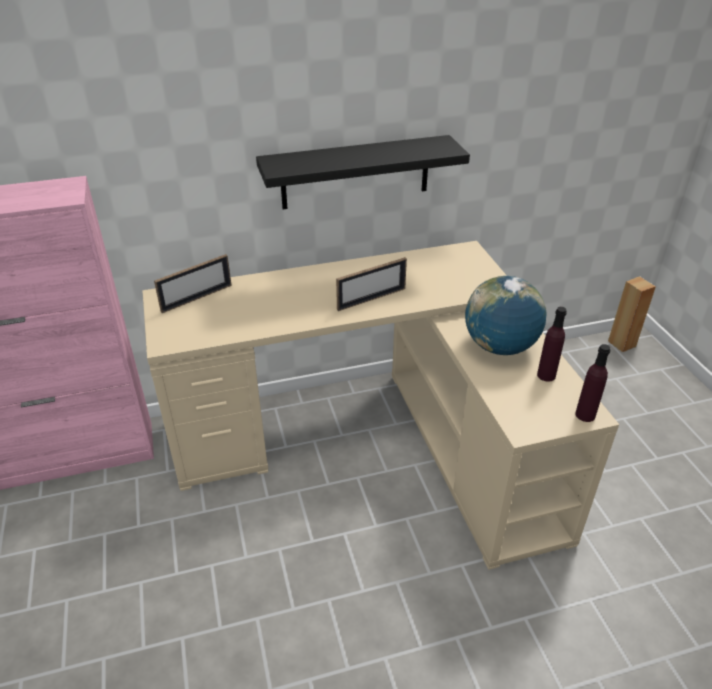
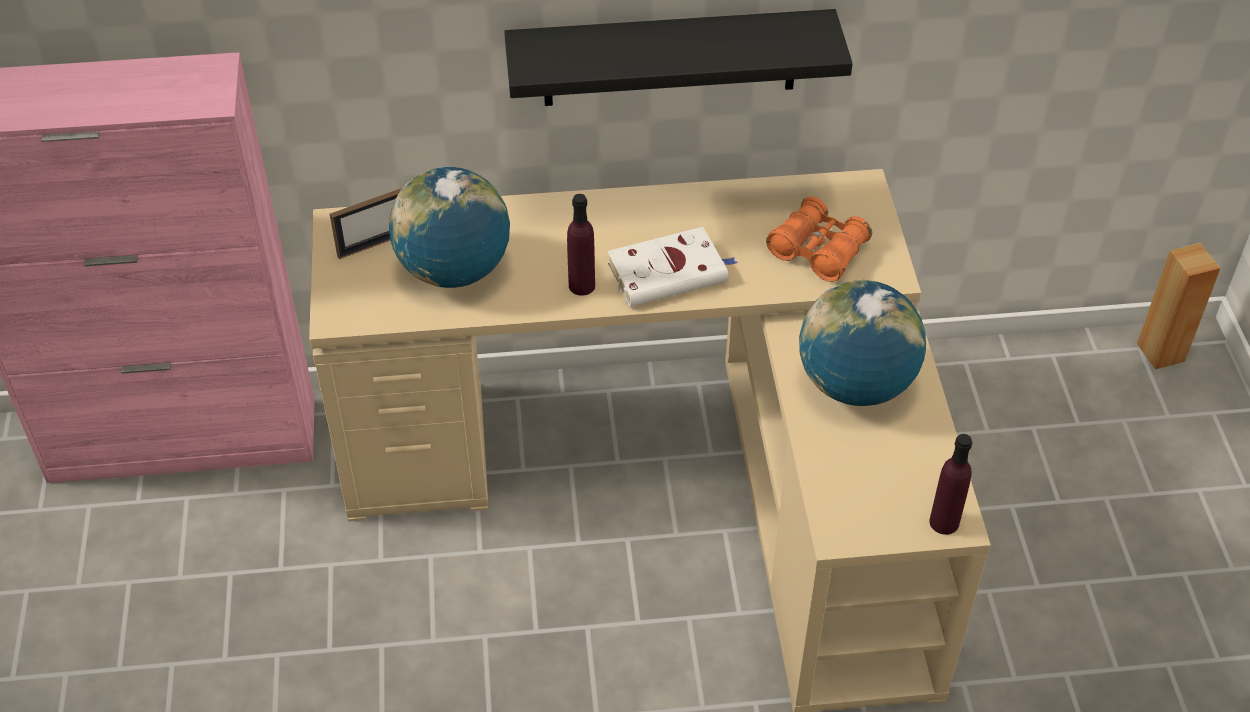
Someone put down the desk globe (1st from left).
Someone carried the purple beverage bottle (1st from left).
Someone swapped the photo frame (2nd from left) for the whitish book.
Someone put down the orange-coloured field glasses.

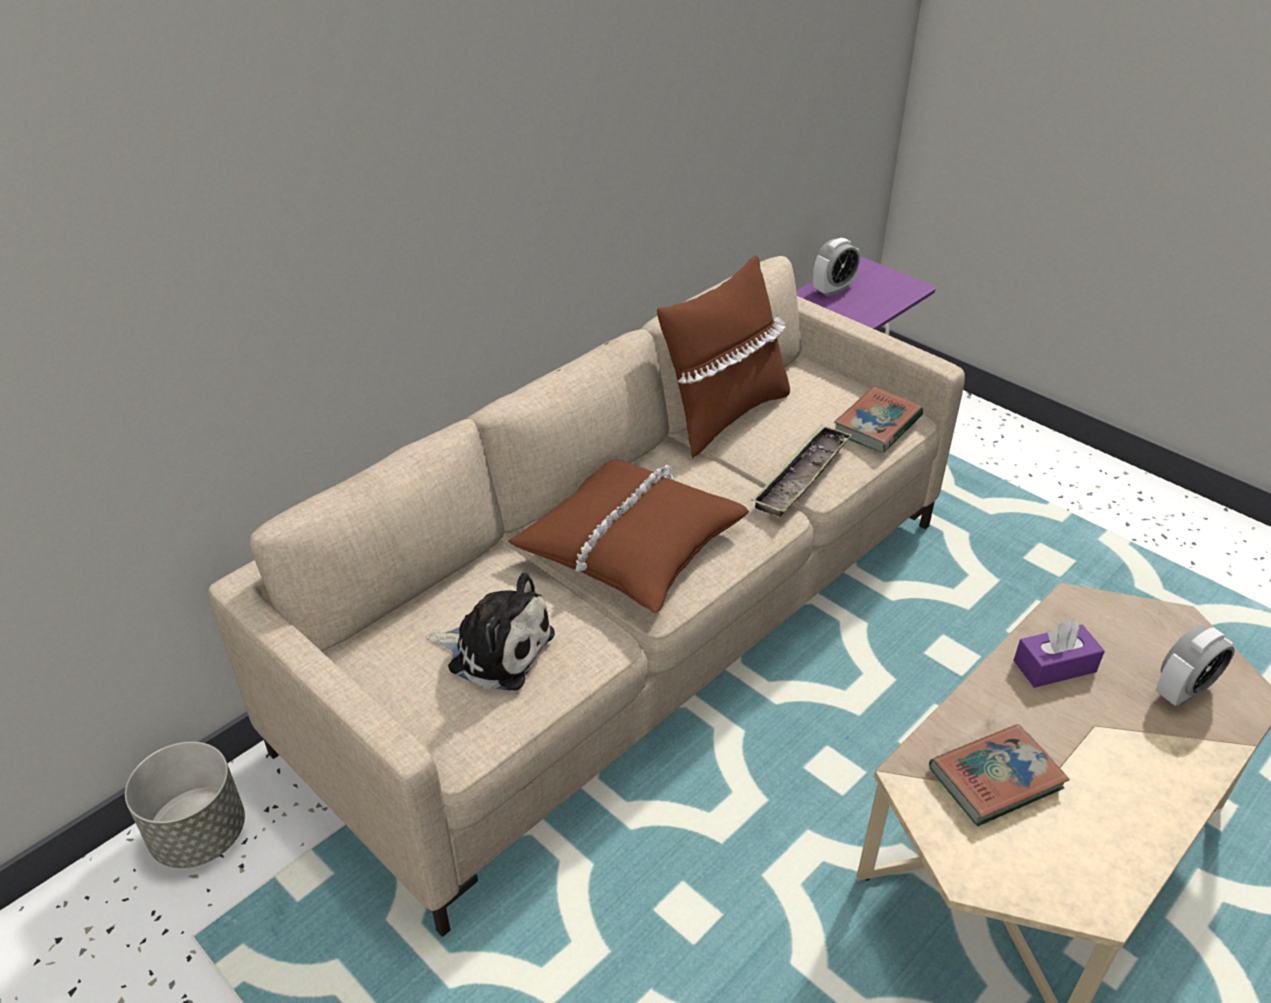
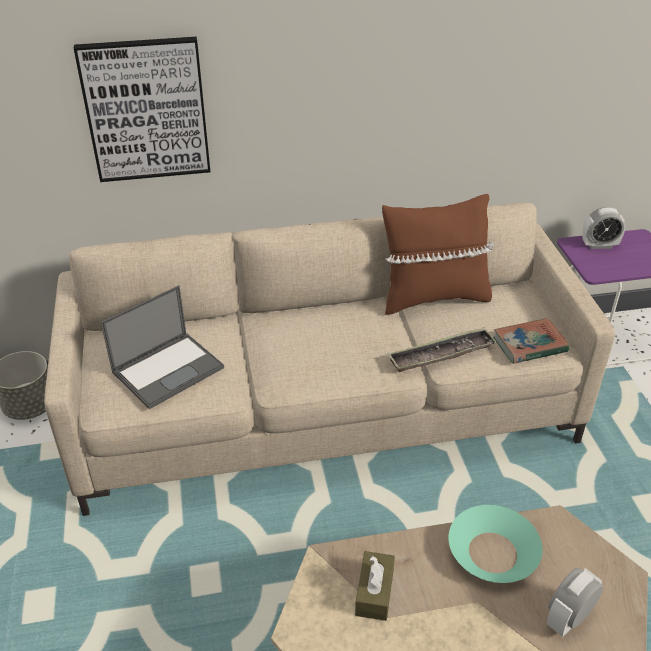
Someone put up the wall art.
Someone swapped the soft toy for the portable computer.
Someone swapped the book (2nd from left) for the brown-coloured tissue box.
Someone swapped the purple tissue box for the blue-green bowl.
Someone rotated the bedside clock (2nd from left in the first image) by 135 degrees clockwise.
Someone took away the brown-coloured cushion (1st from left).

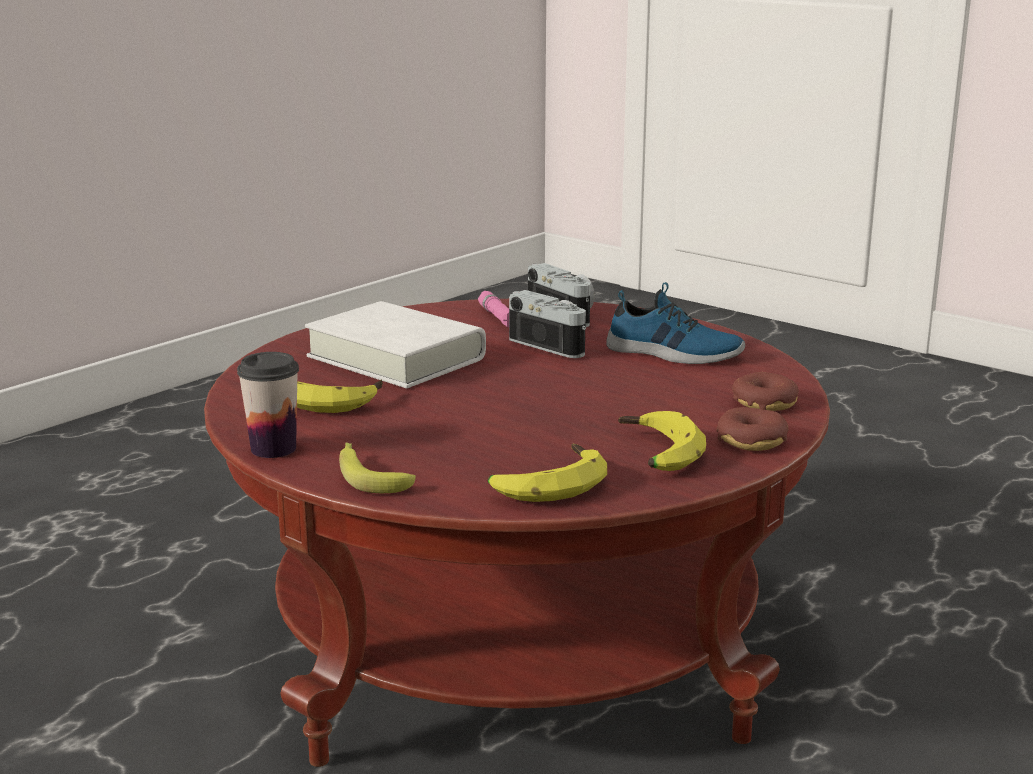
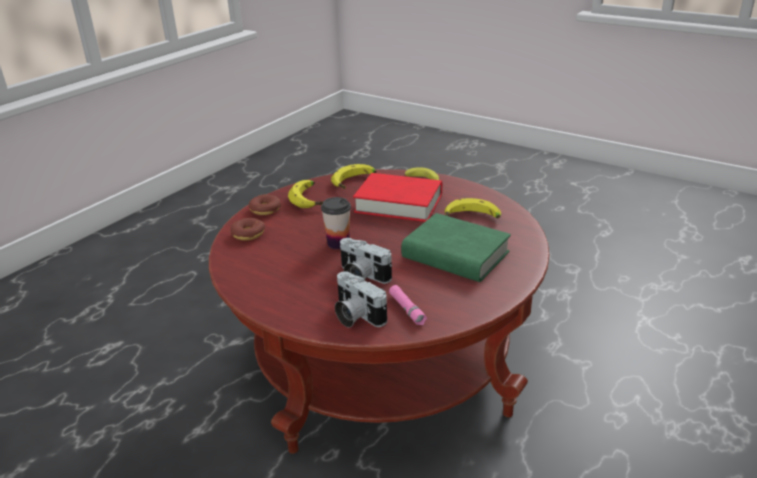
Someone carried the small cup.
Someone put down the reddish book.
Someone repainted the whitish book, which became the green book.
Someone took away the item of footwear.

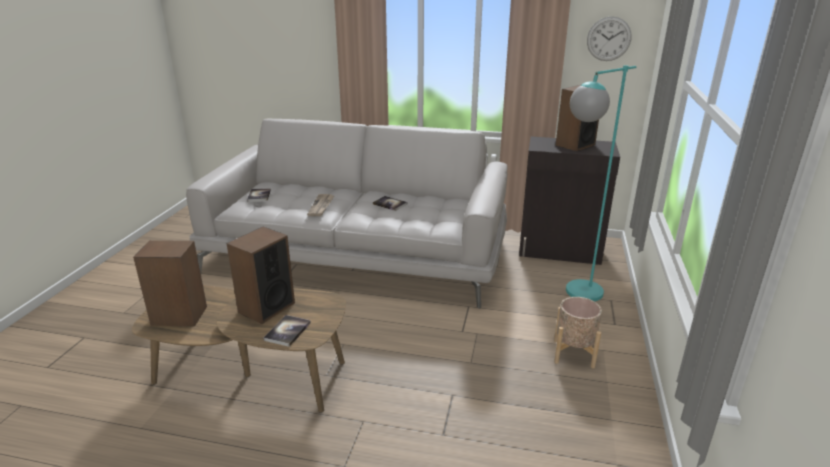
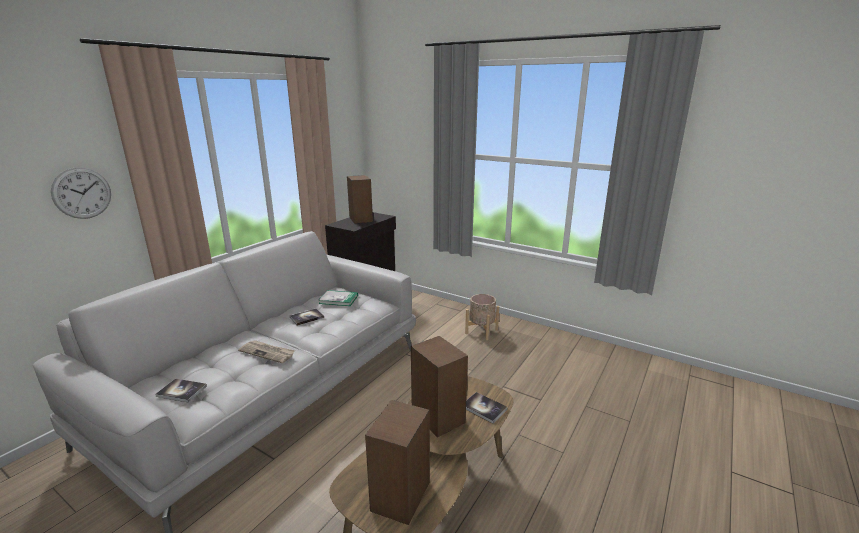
Someone carried the wall clock.
Someone put down the book (3rd from left).
Someone took away the blue-green floor lamp.

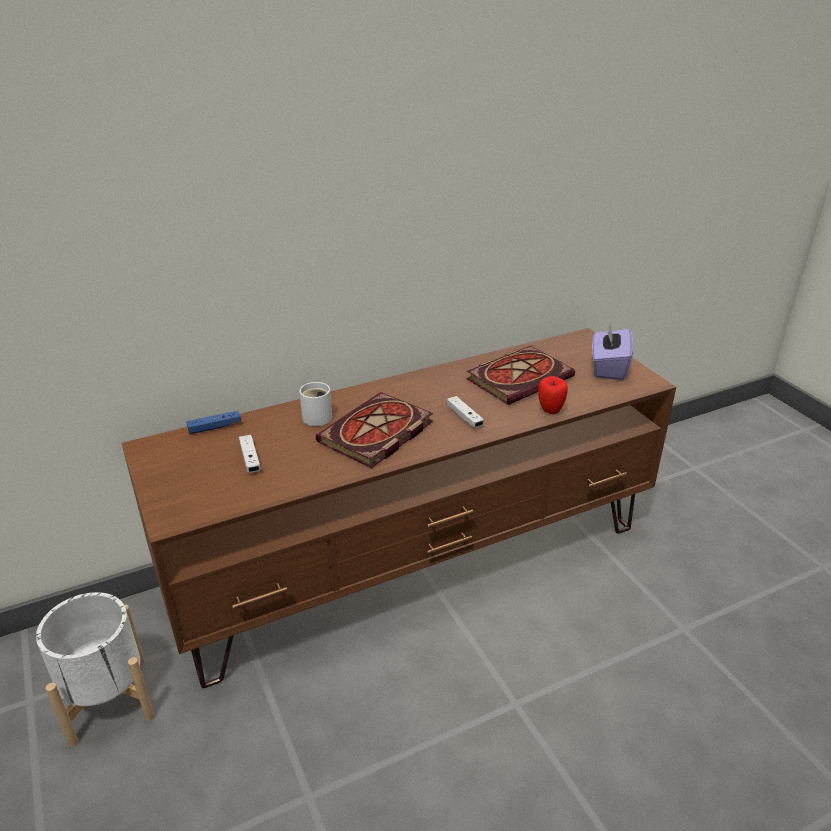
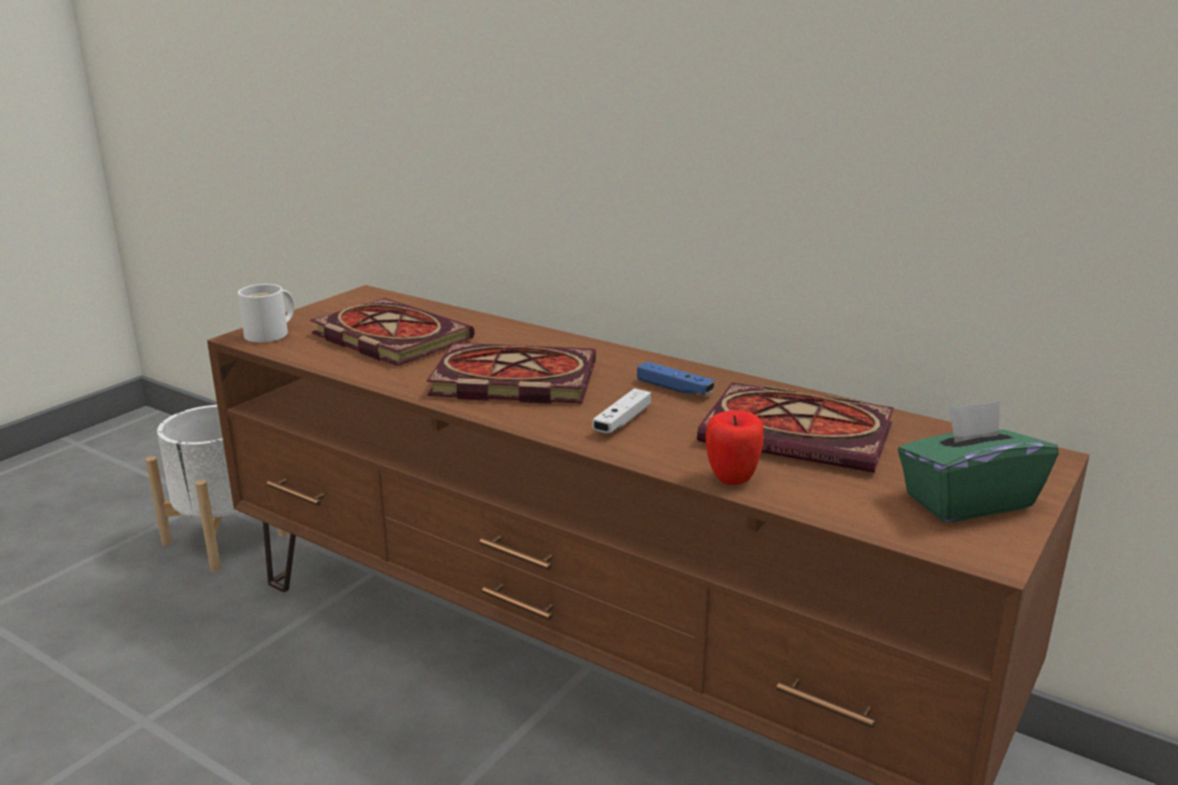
Someone carried the whitish mug.
Someone swapped the whitish game controller (1st from left) for the book (1st from left).
Someone carried the blue-coloured game controller.
Someone repainted the purple tissue box, which became the green tissue box.

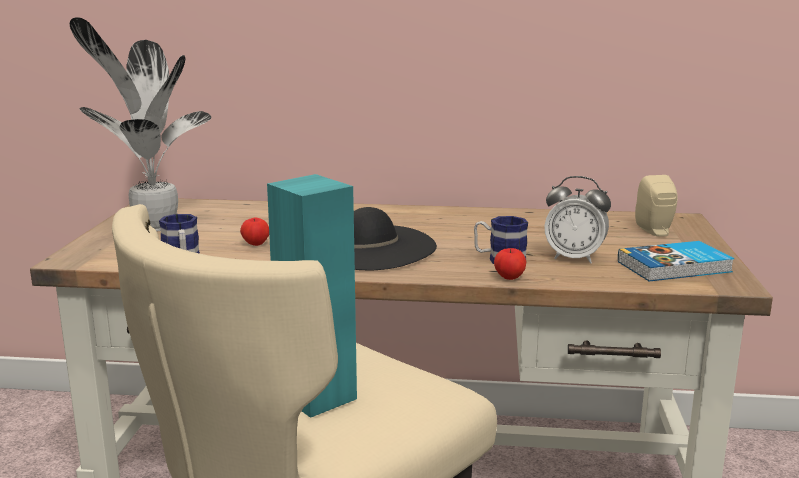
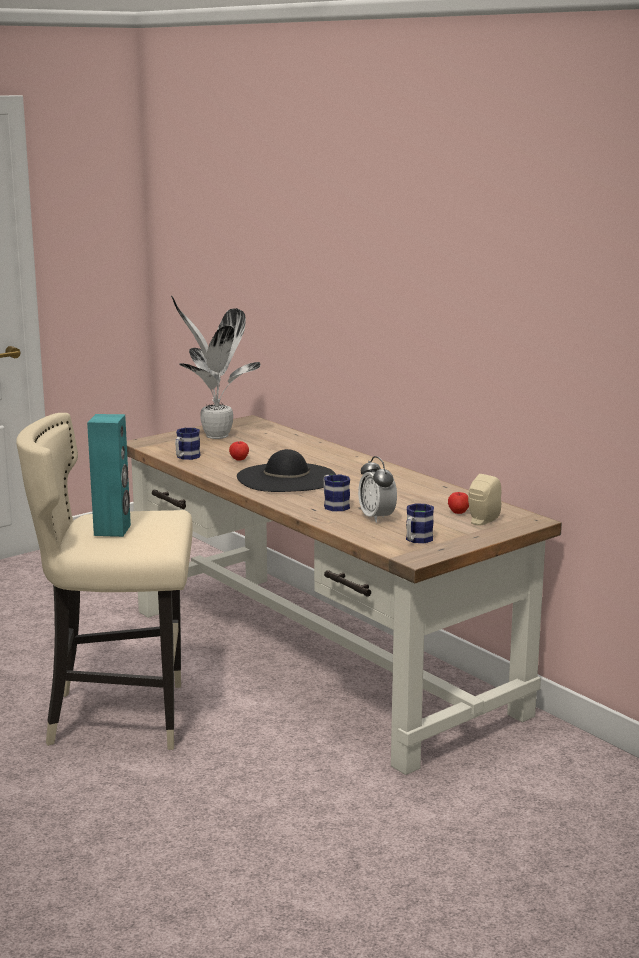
Someone swapped the book for the mug (3rd from left).
Someone carried the apple (2nd from left).

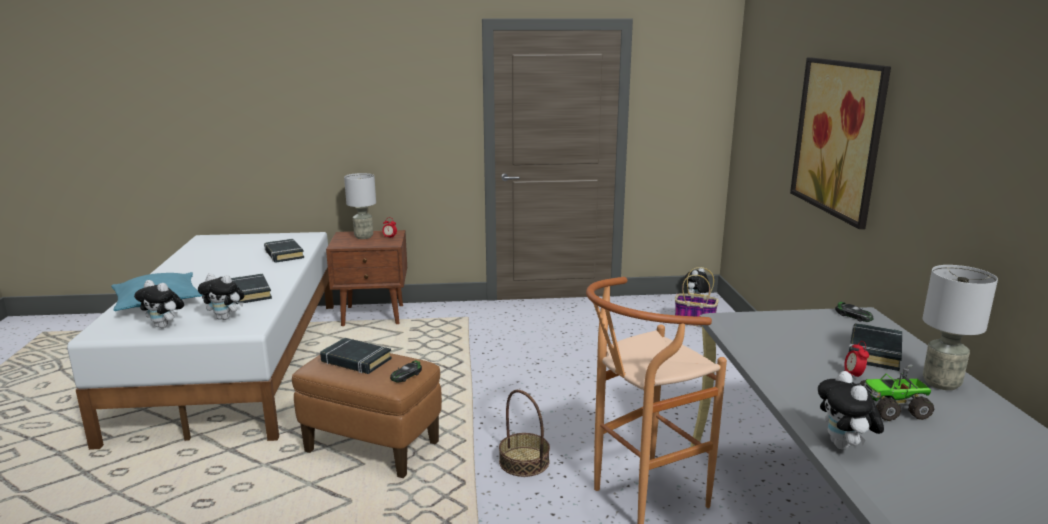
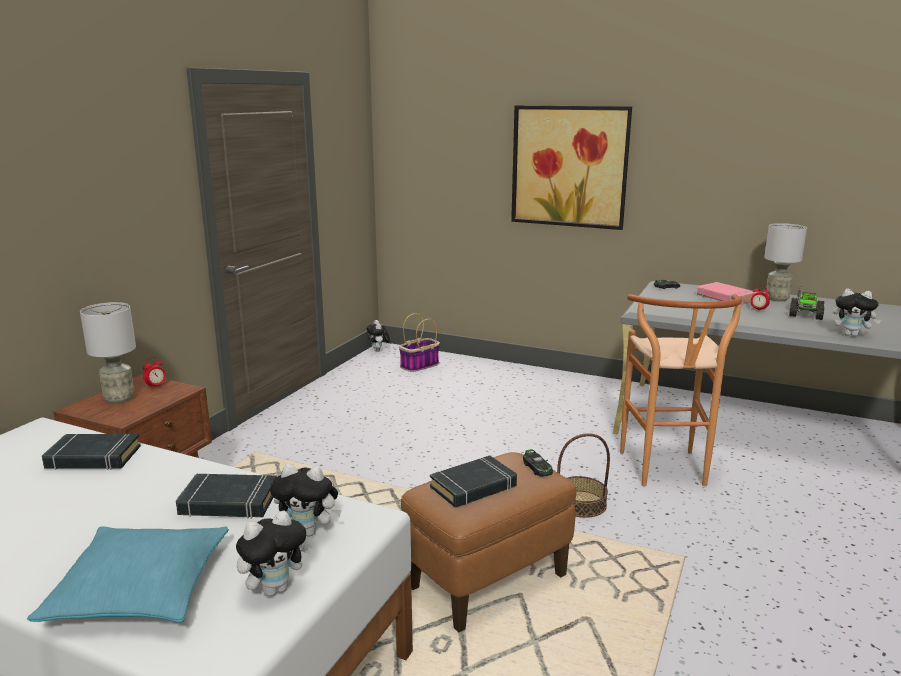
Someone rotated the soft toy (2nd from left) by 60 degrees clockwise.
Someone repainted the blackish book (4th from left), which became the pink-coloured book.

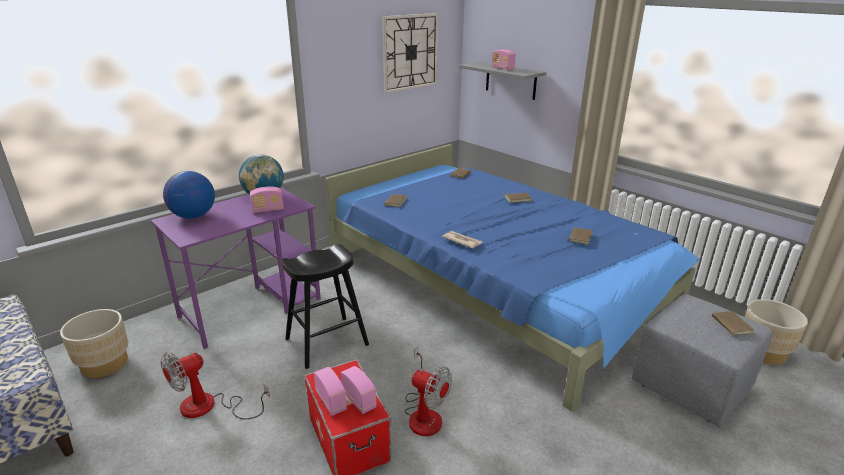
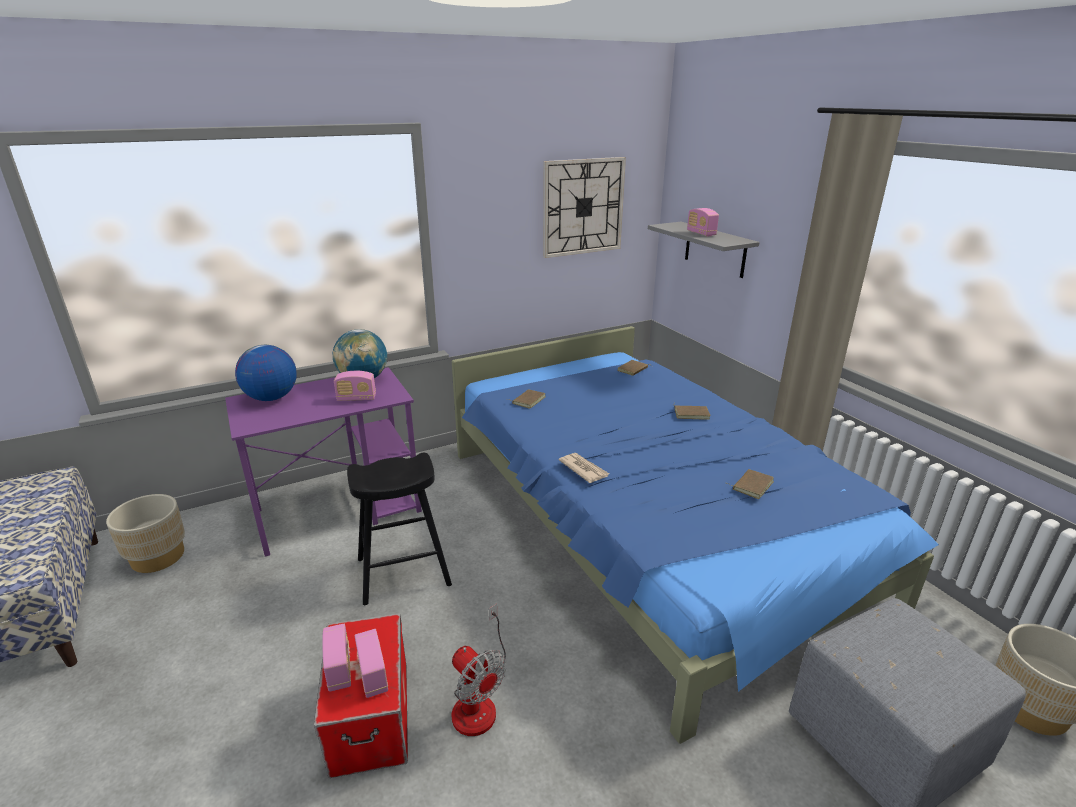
Someone took away the cooling fan (1st from left).
Someone took away the brown-coloured book (5th from left).

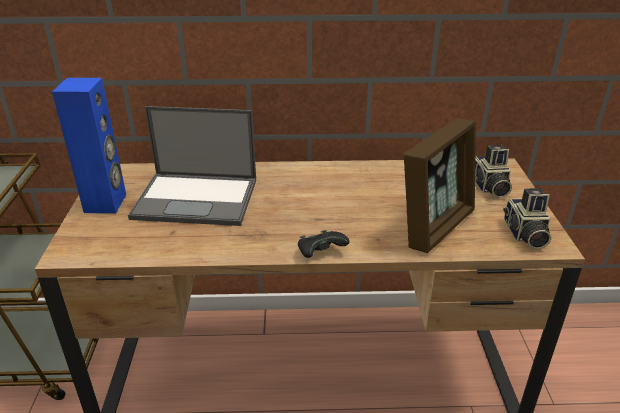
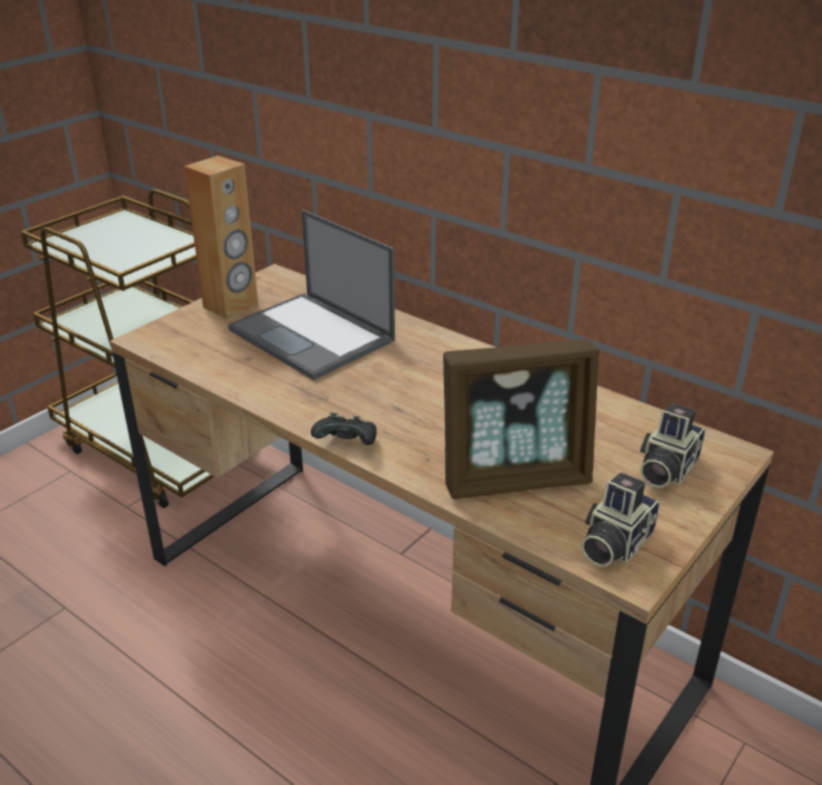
Someone repainted the blue-coloured loudspeaker, which became the brown-coloured loudspeaker.

